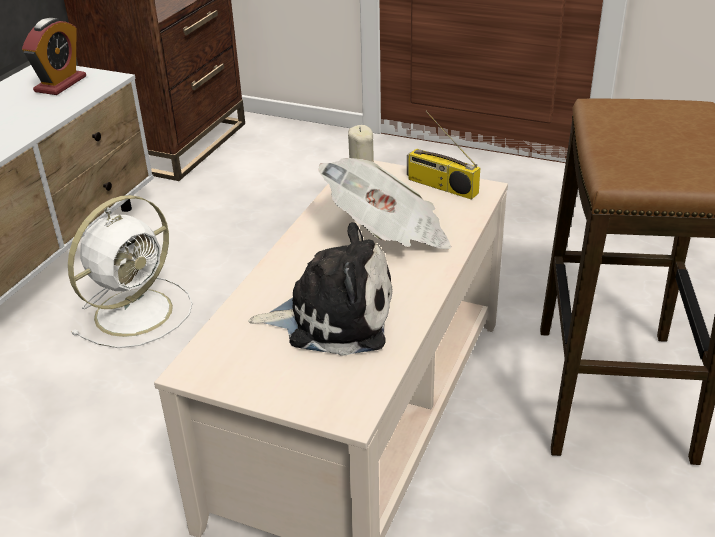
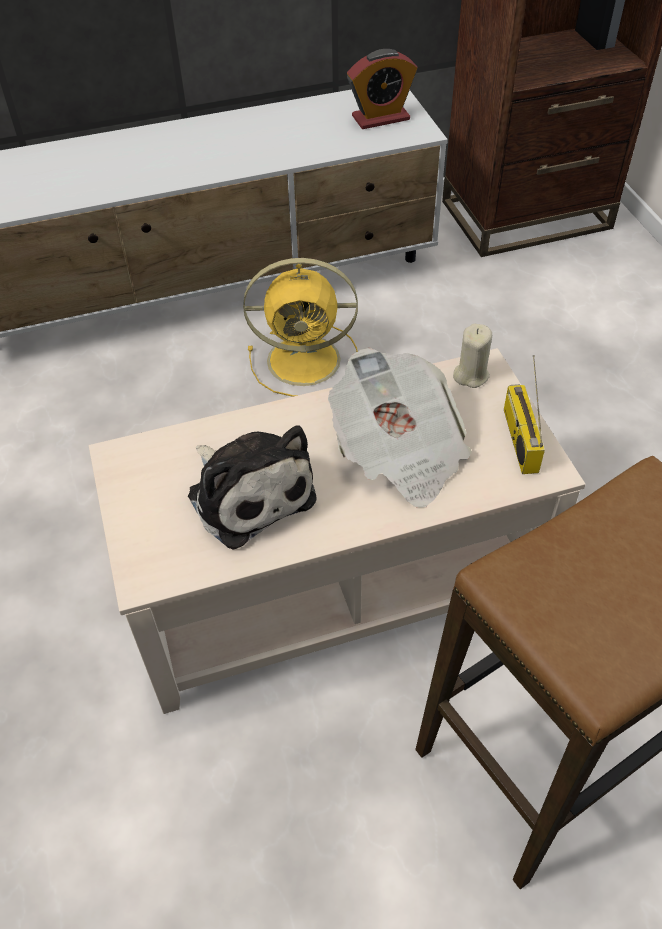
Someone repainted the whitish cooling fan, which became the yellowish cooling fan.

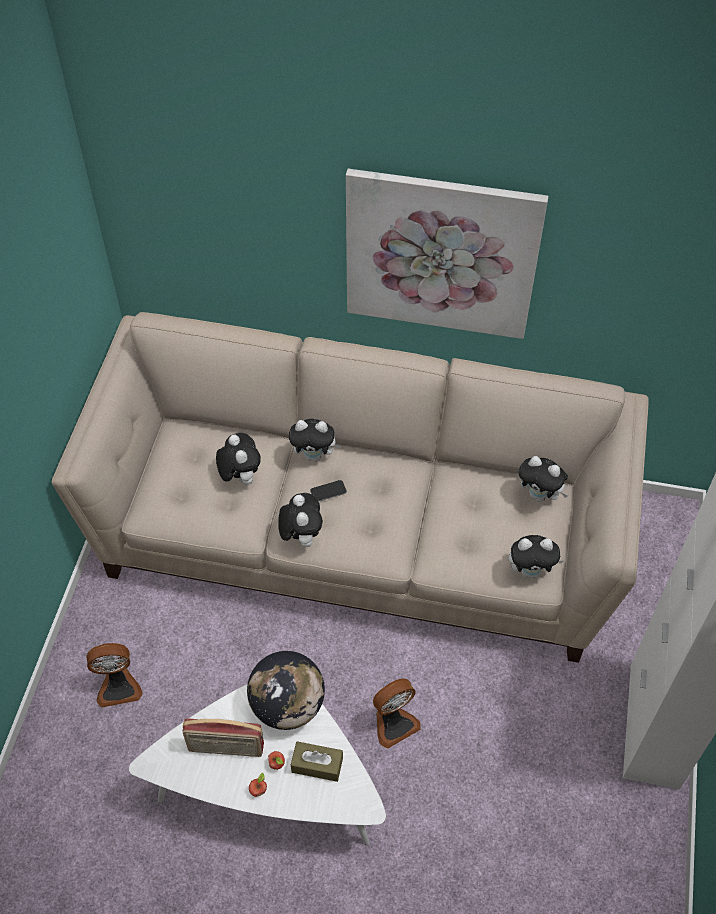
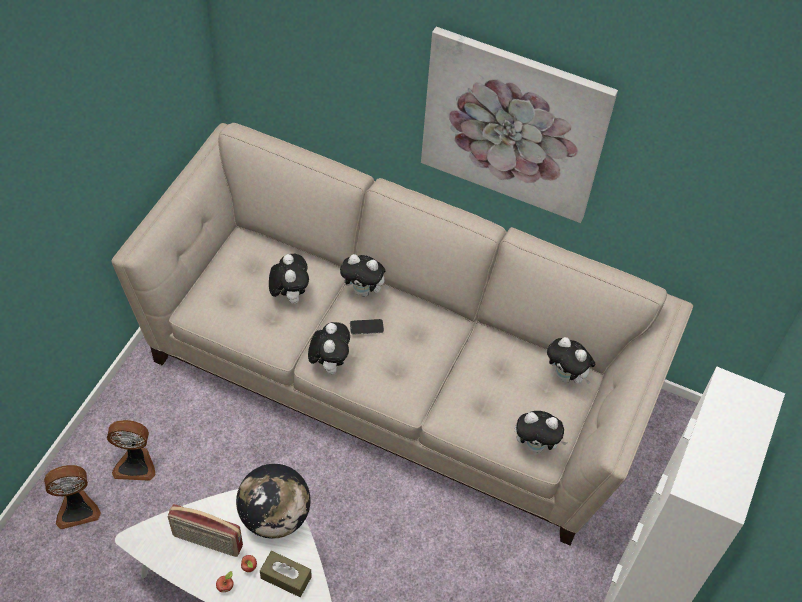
Someone carried the cooling fan (2nd from left in the first image).

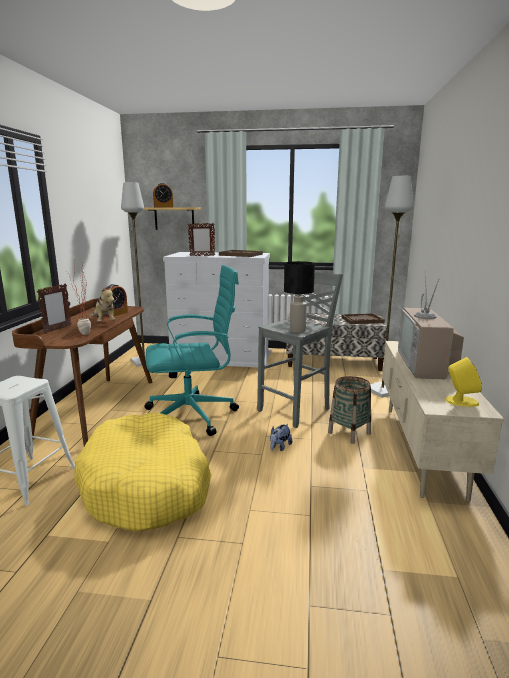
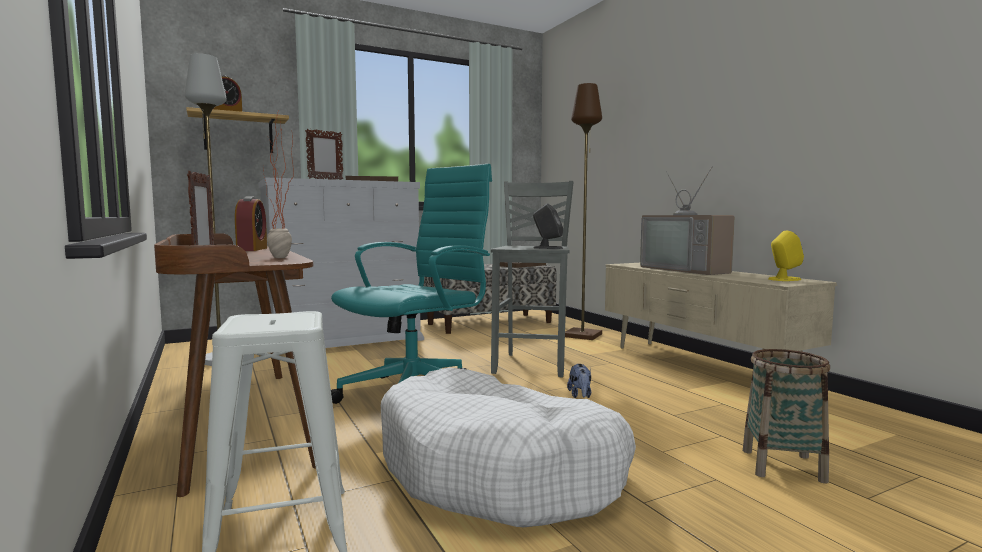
Someone repainted the yellowish pet bed, which became the whitish pet bed.
Someone swapped the blackish lamp for a table for the gray loudspeaker.
Someone repainted the gray floor lamp (2nd from left), which became the brown-coloured floor lamp.
Someone carried the household basket.
Someone took away the soft toy (1st from left).

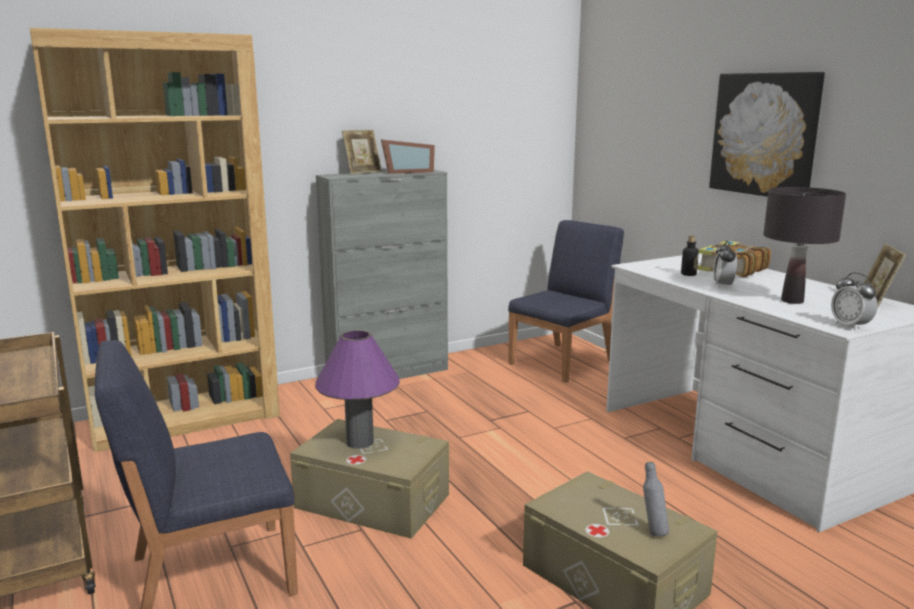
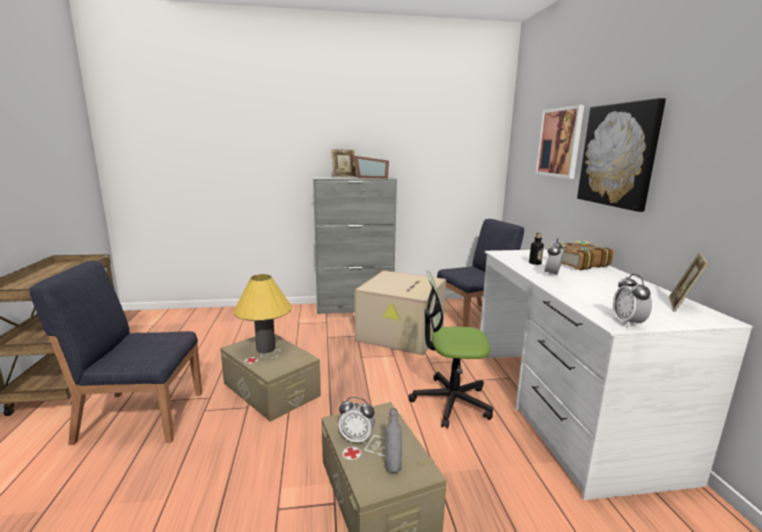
Someone repainted the purple lamp for a table, which became the yellowish lamp for a table.
Someone put down the bedside clock (1st from left).
Someone put down the packing box.
Someone put down the office chair.
Someone put up the wall art (1st from left).
Someone took away the brown-coloured bookcase.
Someone took away the blackish lamp for a table.

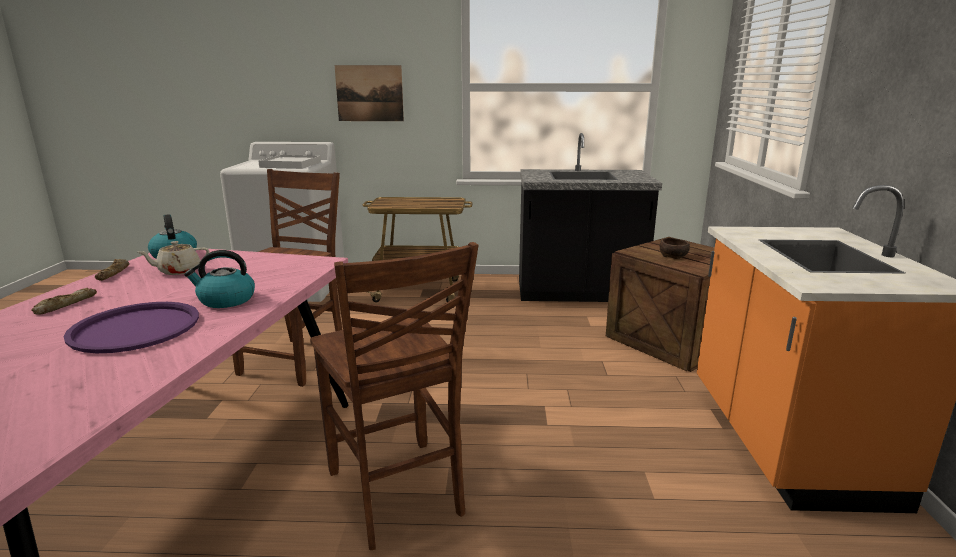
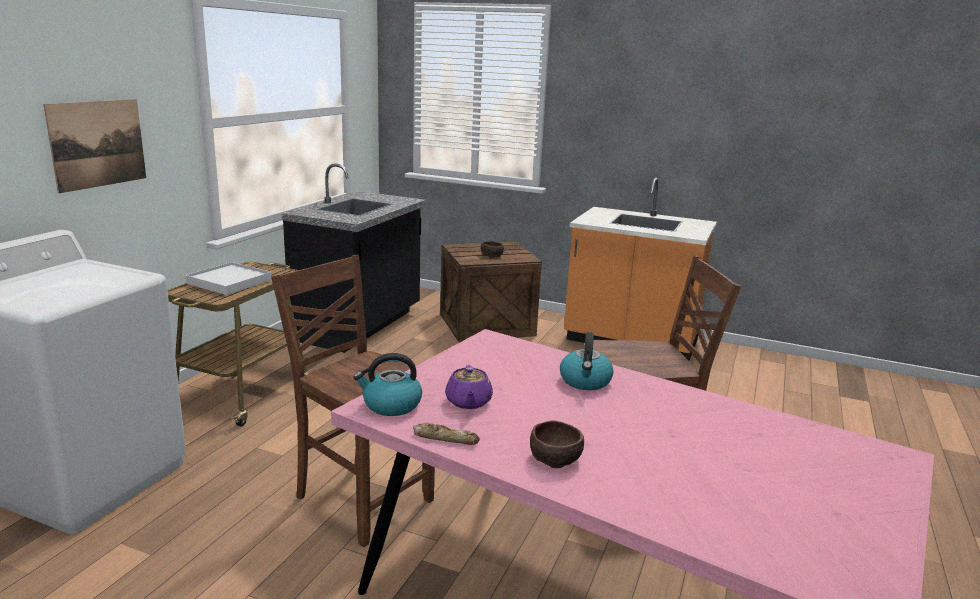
Someone carried the whitish tray.
Someone repainted the beige-coloured teapot, which became the purple teapot.
Someone swapped the bread (1st from left) for the brown-coloured bowl (2nd from left).
Someone took away the purple tray.

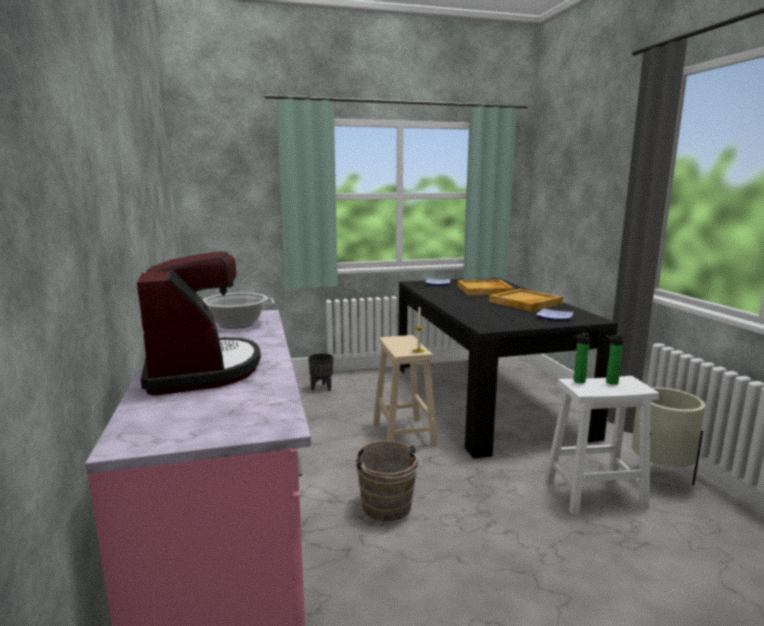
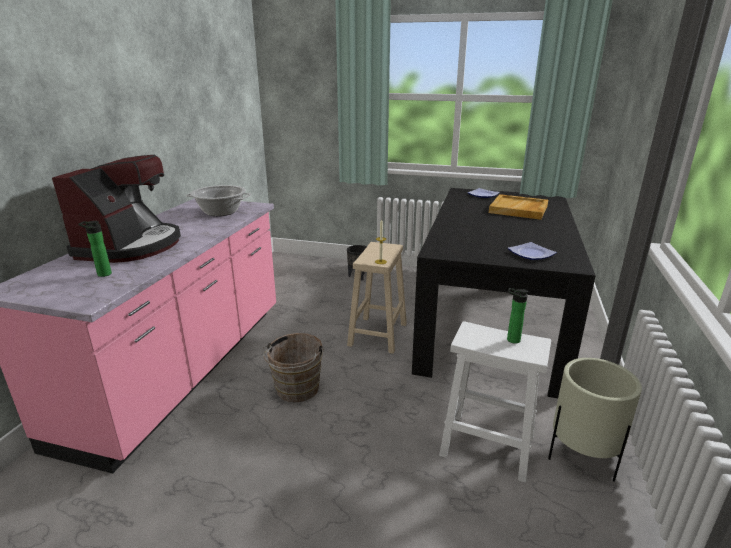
Someone carried the beverage bottle (1st from left).
Someone took away the beige-coloured tray (2nd from left).

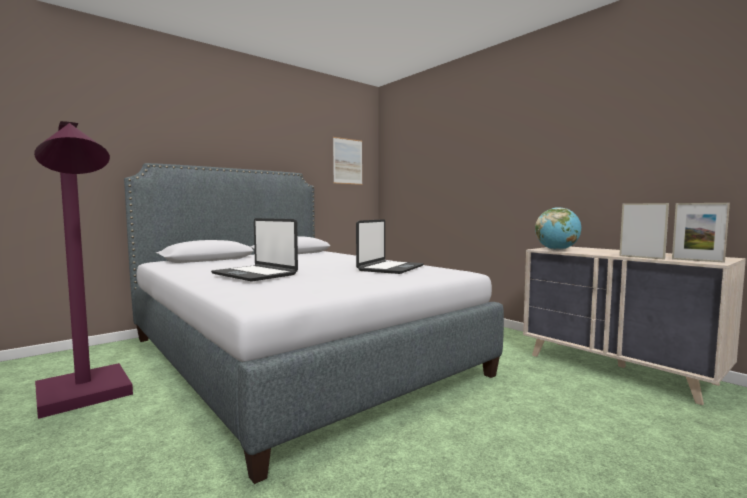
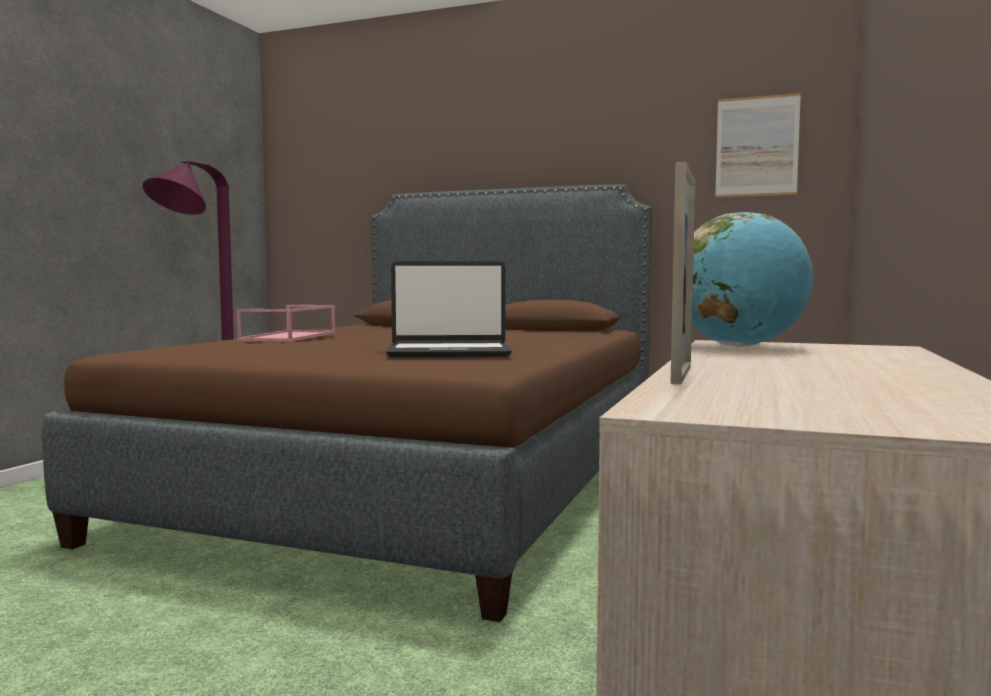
Someone repainted the gray bed, which became the brown-coloured bed.
Someone swapped the portable computer (1st from left) for the pink-coloured tray.
Someone took away the photo frame (2nd from left).

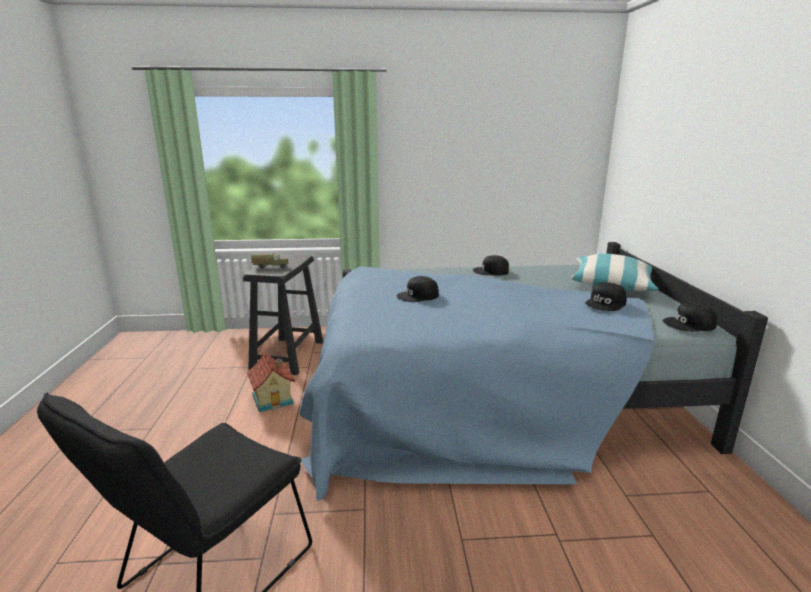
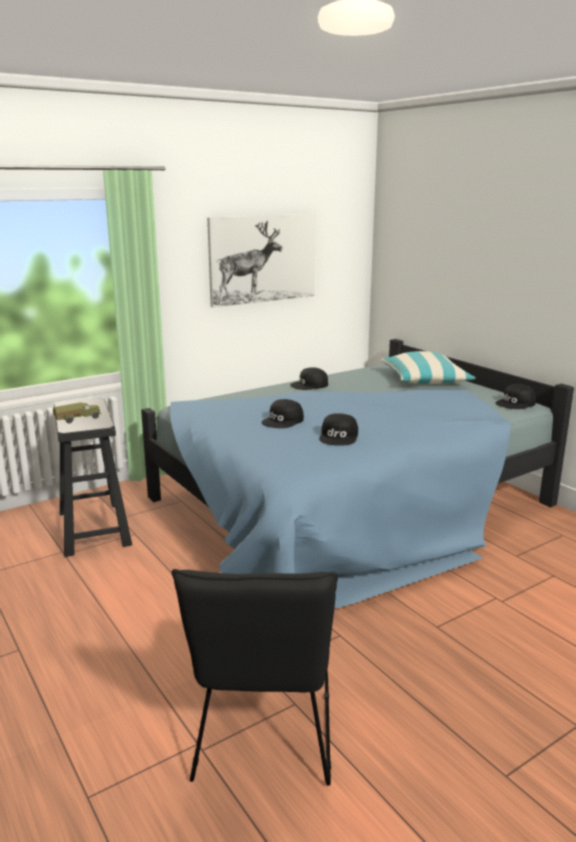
Someone put up the wall art.
Someone carried the blackish baseball cap (3rd from left).
Someone took away the toy house.

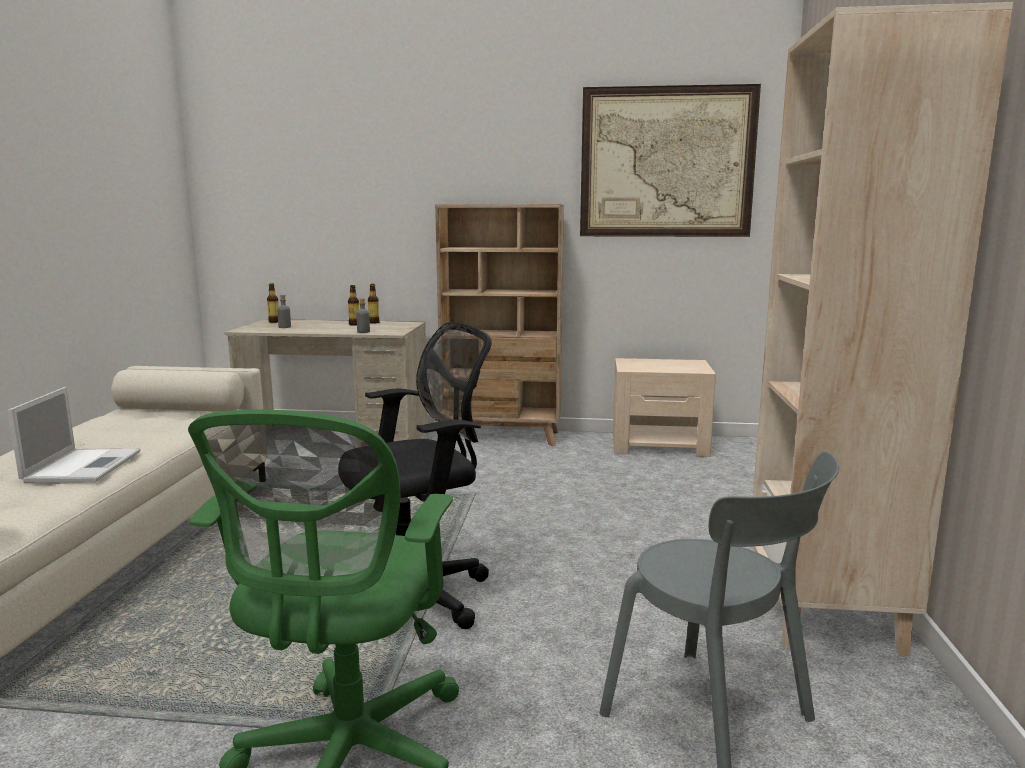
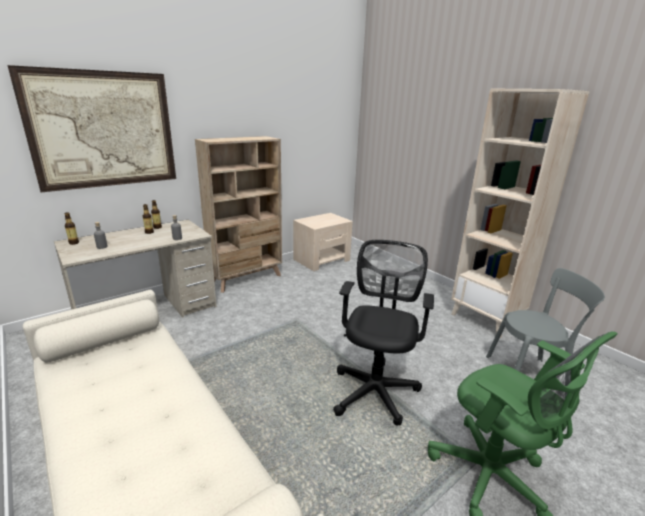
Someone carried the wall art.
Someone took away the portable computer.

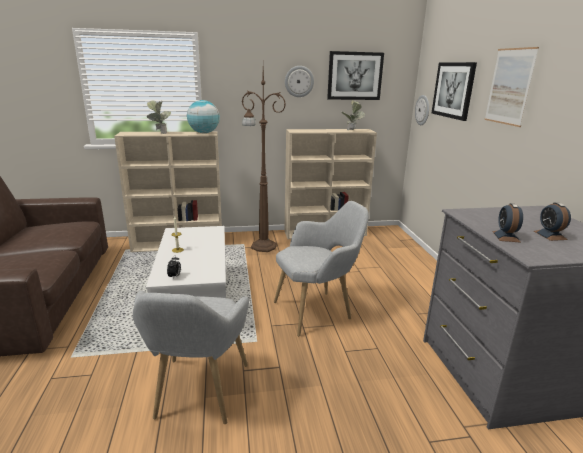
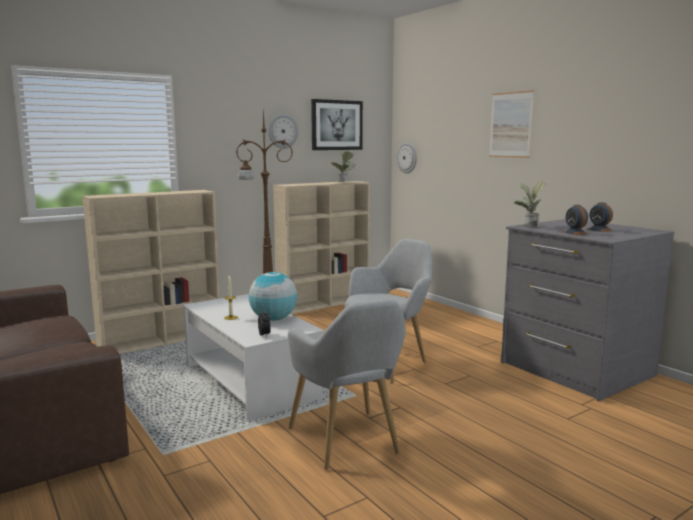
Someone carried the desk globe.
Someone carried the houseplant (1st from left in the first image).
Someone took away the wall art (2nd from left).

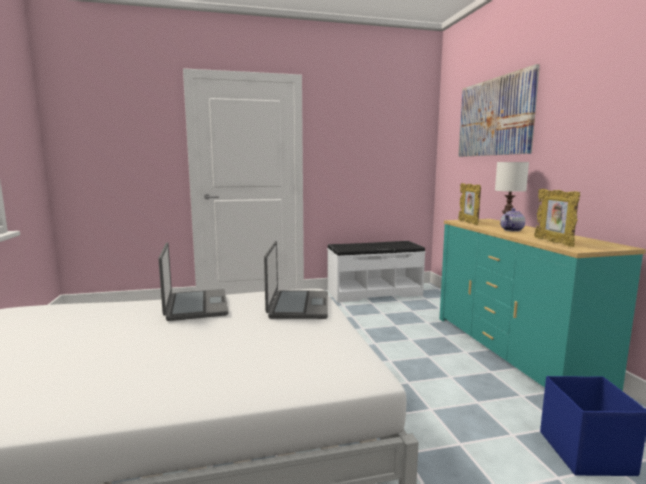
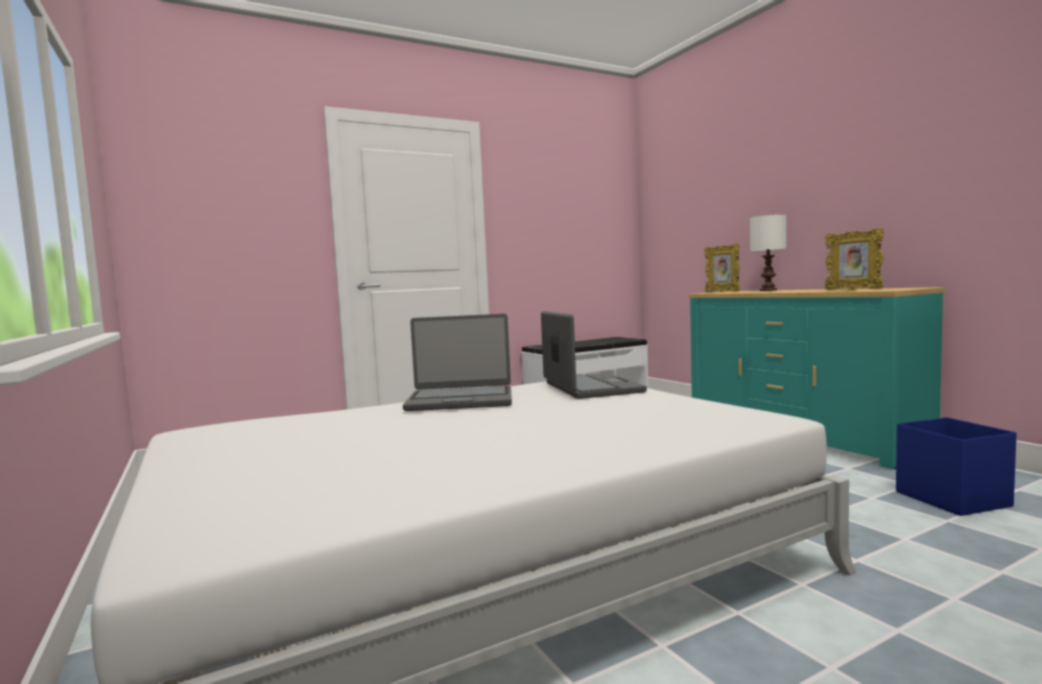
Someone rotated the portable computer (1st from left) by 120 degrees clockwise.
Someone took away the wall art.
Someone took away the teapot.

